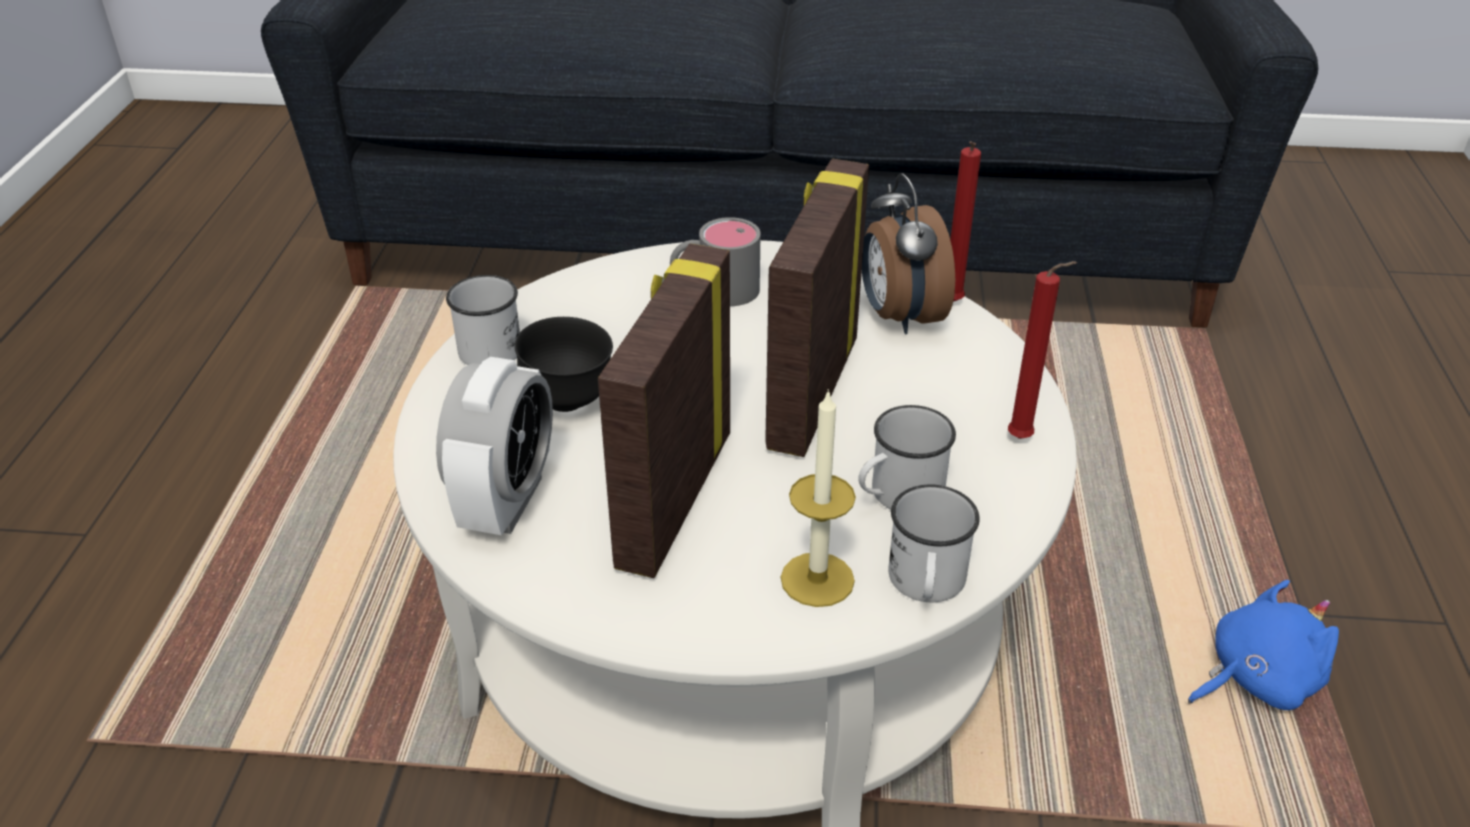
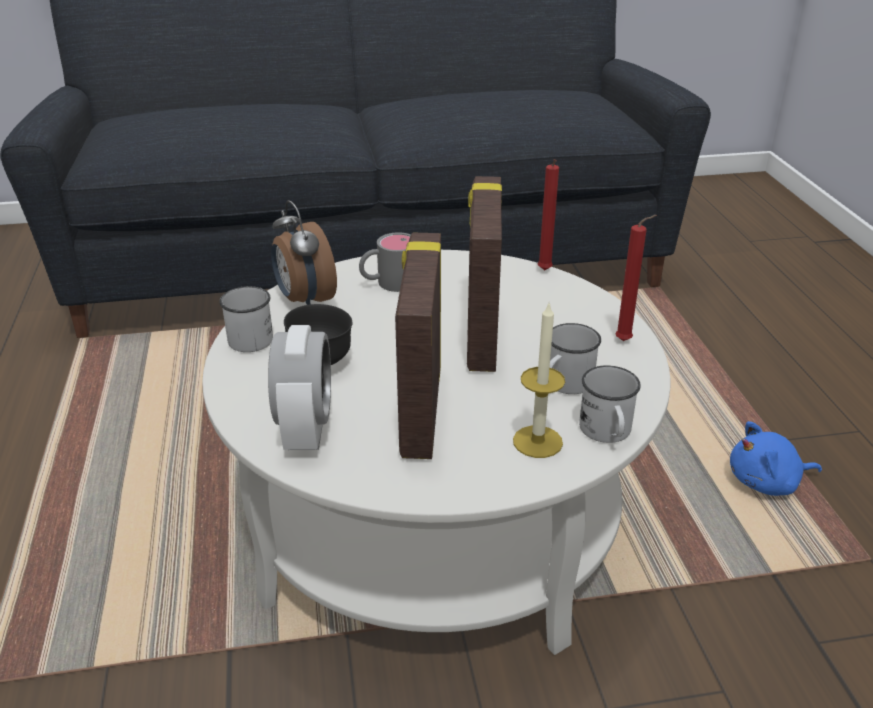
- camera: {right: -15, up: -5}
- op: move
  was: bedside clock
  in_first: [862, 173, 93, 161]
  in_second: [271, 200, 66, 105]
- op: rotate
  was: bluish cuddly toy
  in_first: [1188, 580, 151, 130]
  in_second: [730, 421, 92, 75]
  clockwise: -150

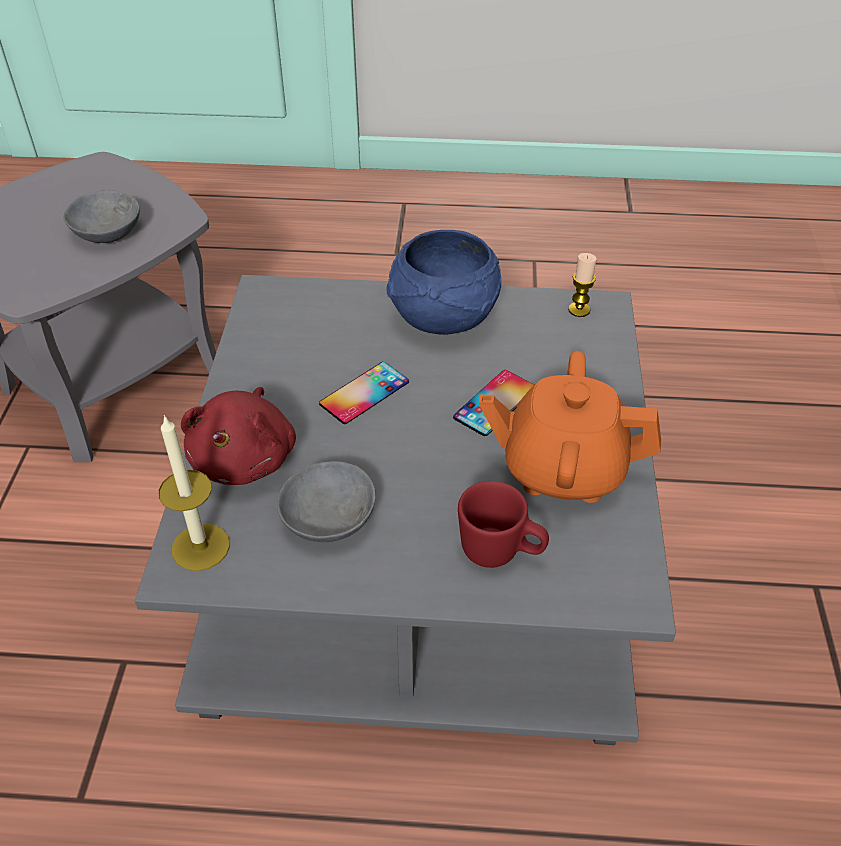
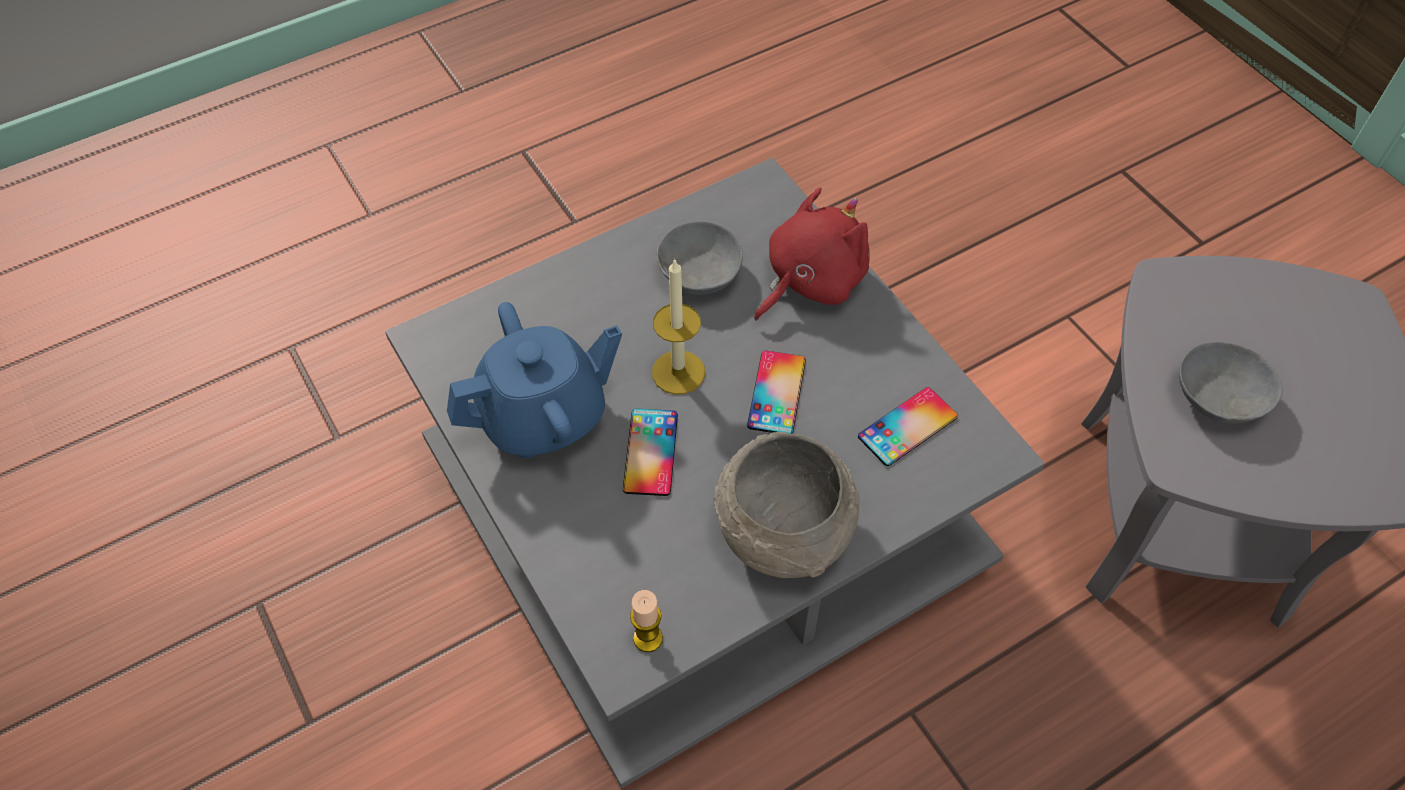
- camera: {right: 145, up: 10}
- op: move
  was: candle
  in_first: [158, 415, 72, 156]
  in_second: [652, 258, 53, 137]
- op: rotate
  was: reddish cuddly toy
  in_first: [181, 387, 115, 98]
  in_second: [754, 188, 116, 133]
  clockwise: 75
- op: recolor
  was: bluish serving bowl
  now: gray serving bowl
  in_first: [386, 230, 115, 105]
  in_second: [713, 432, 147, 146]
- op: delete
  was: reddish coffee mug
  in_first: [458, 481, 91, 87]
- op: recolor
  was: orange pot for tea
  now: bluish pot for tea
  in_first: [479, 351, 182, 152]
  in_second: [447, 302, 175, 156]
- op: insert
  now: handset
  in_second: [858, 387, 100, 79]

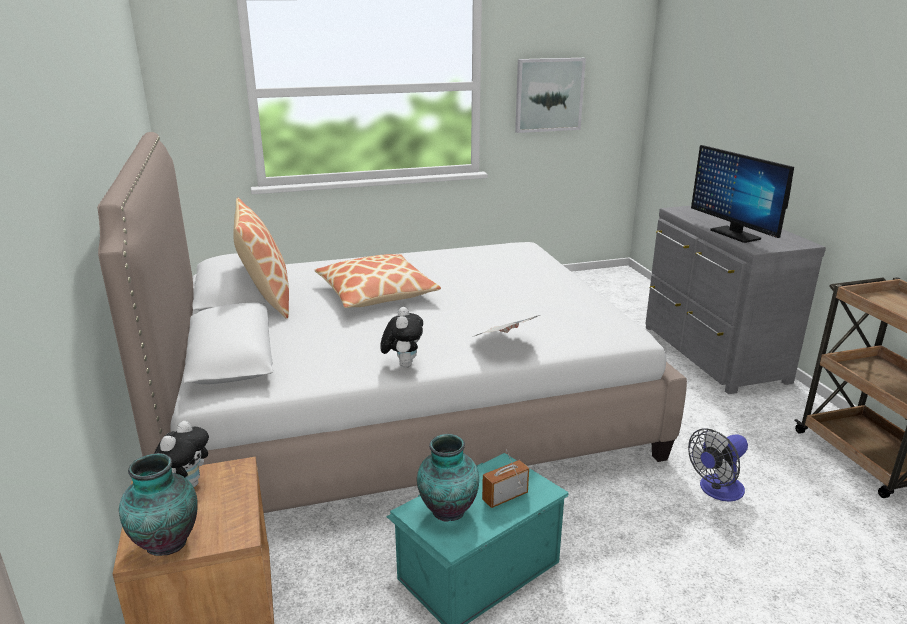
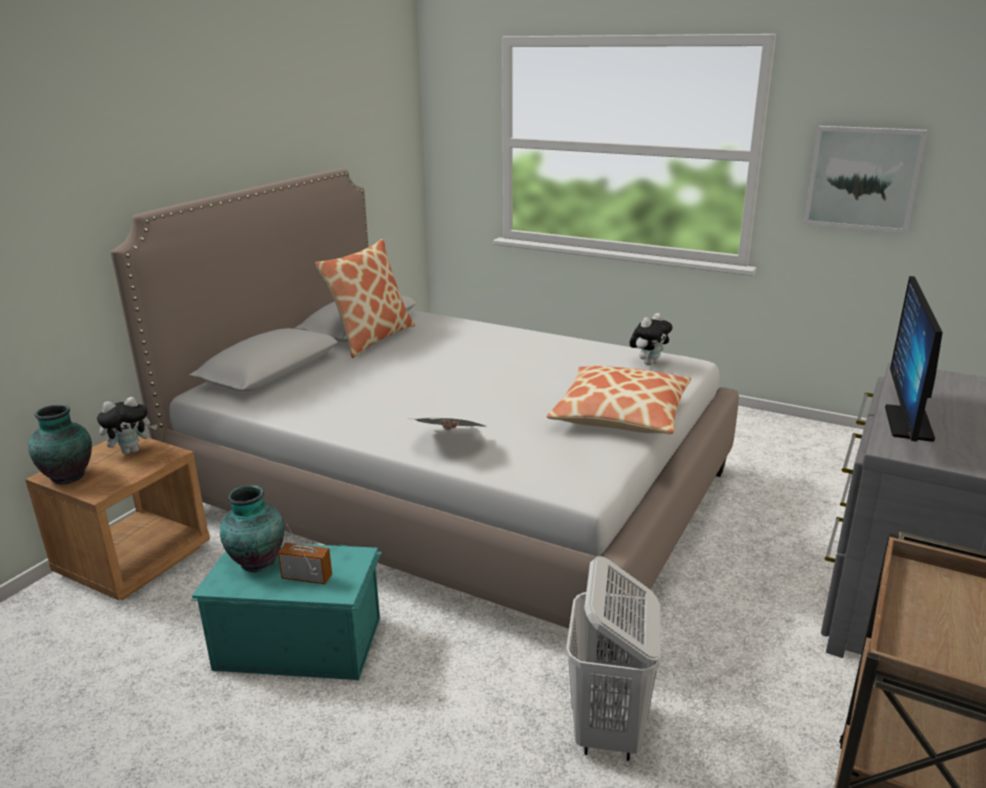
- camera: {right: 45, up: 0}
- op: move
  was: throw pillow
  in_first: [315, 254, 126, 54]
  in_second: [546, 366, 145, 68]
- op: move
  was: cuddly toy
  in_first: [380, 307, 43, 61]
  in_second: [629, 313, 44, 52]
- op: replace
  was: electric fan
  now: white-coloured hamper
  in_first: [688, 428, 60, 74]
  in_second: [566, 556, 94, 205]

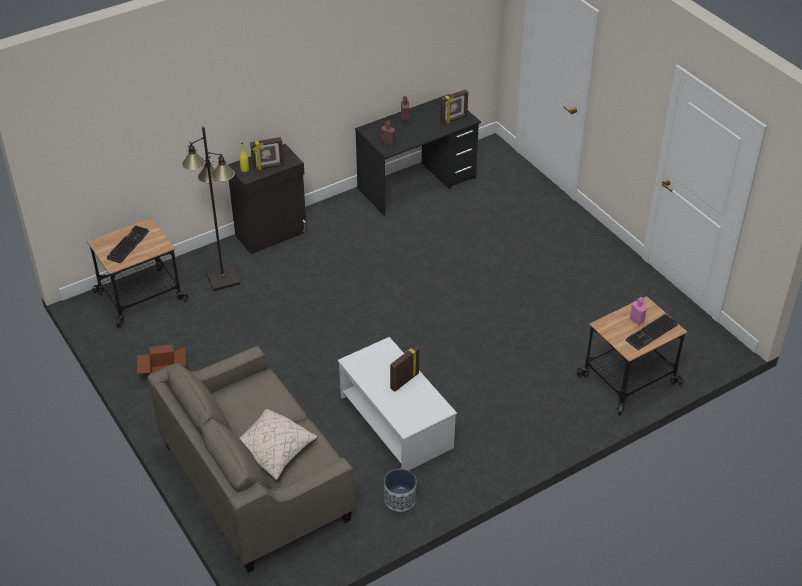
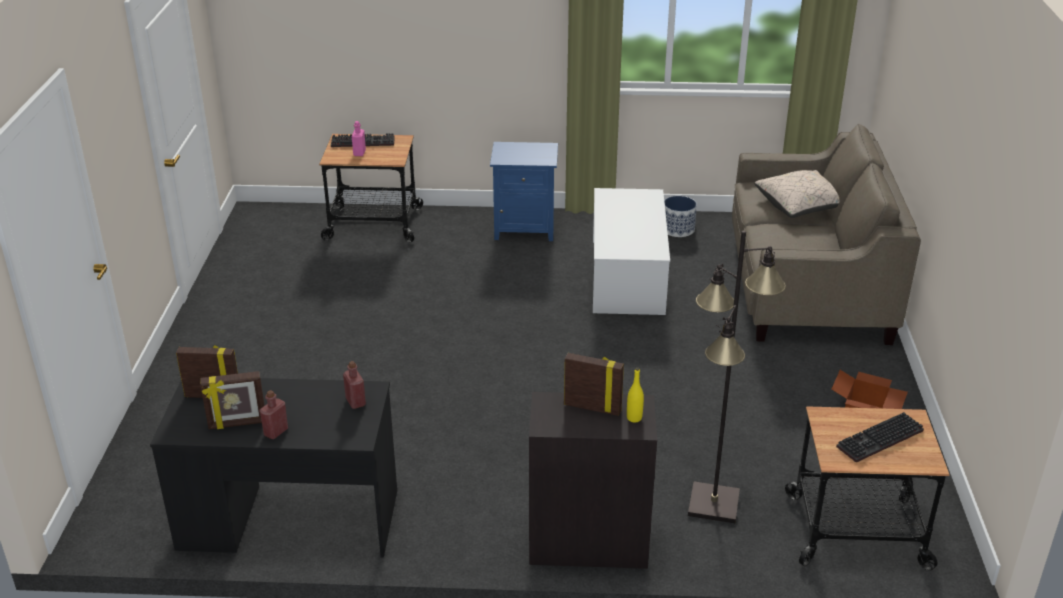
- camera: {right: -145, up: -10}
- op: move
  was: standing frame
  in_first: [390, 346, 29, 46]
  in_second: [200, 371, 65, 58]
- op: insert
  now: bluish bedside table
  in_second: [490, 142, 68, 99]

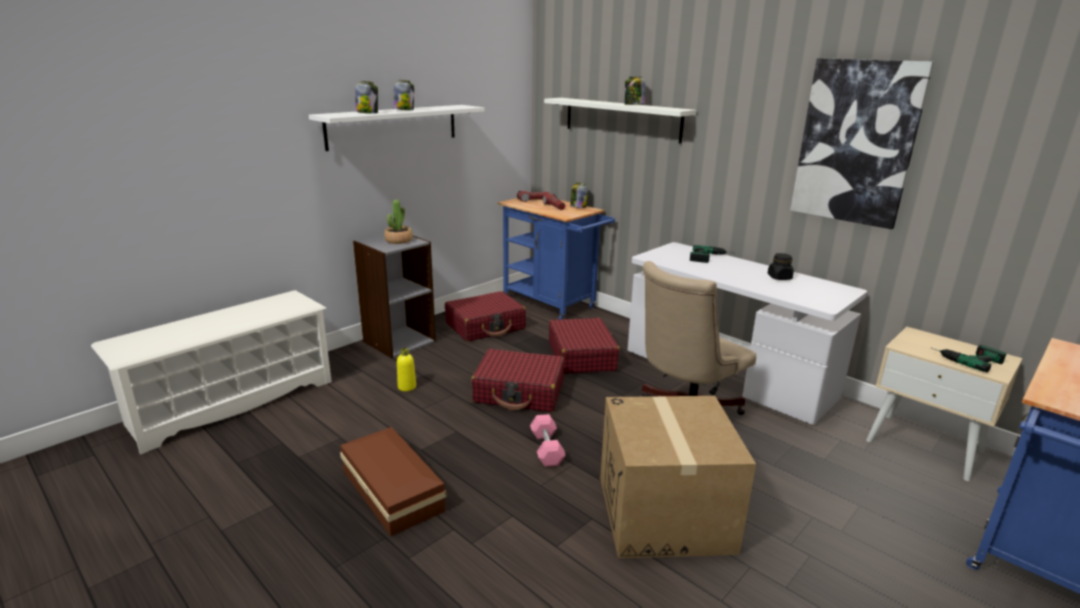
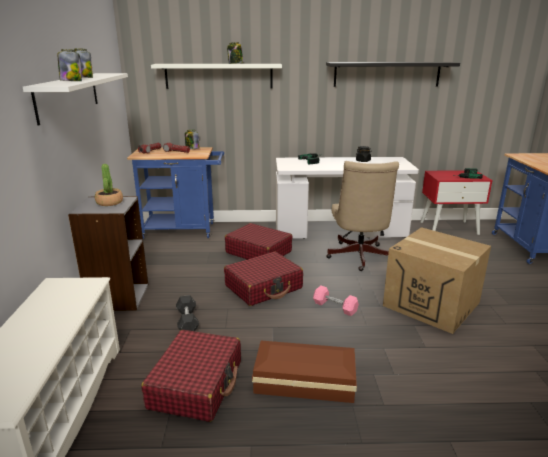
- camera: {right: -45, up: 0}
- op: replace
  was: yellowish drink bottle
  now: gray free weight
  in_first: [397, 348, 19, 43]
  in_second: [176, 295, 23, 36]
- op: move
  was: reddish travel case
  in_first: [445, 291, 81, 50]
  in_second: [141, 330, 100, 92]
- op: replace
  was: picture
  now: black-coloured shelf
  in_first: [790, 58, 144, 171]
  in_second: [326, 62, 134, 25]
- op: recolor
  was: sand-coloured bedside table
  now: reddish bedside table
  in_first: [866, 326, 157, 155]
  in_second: [421, 170, 72, 65]

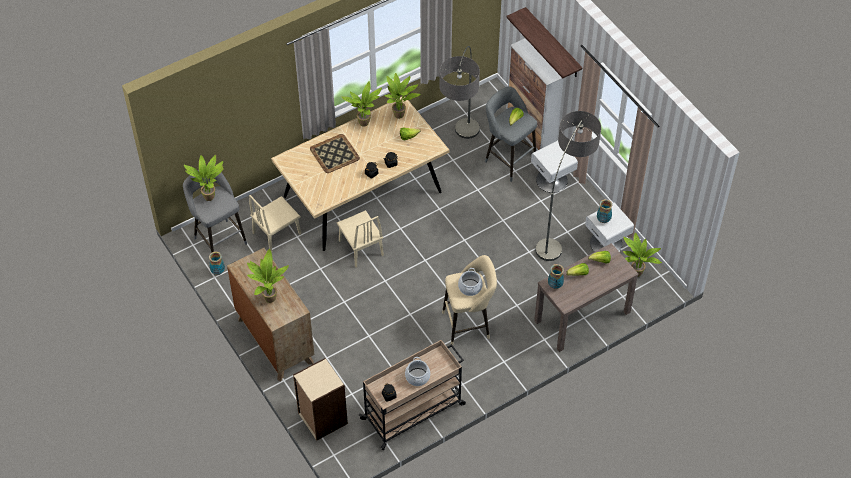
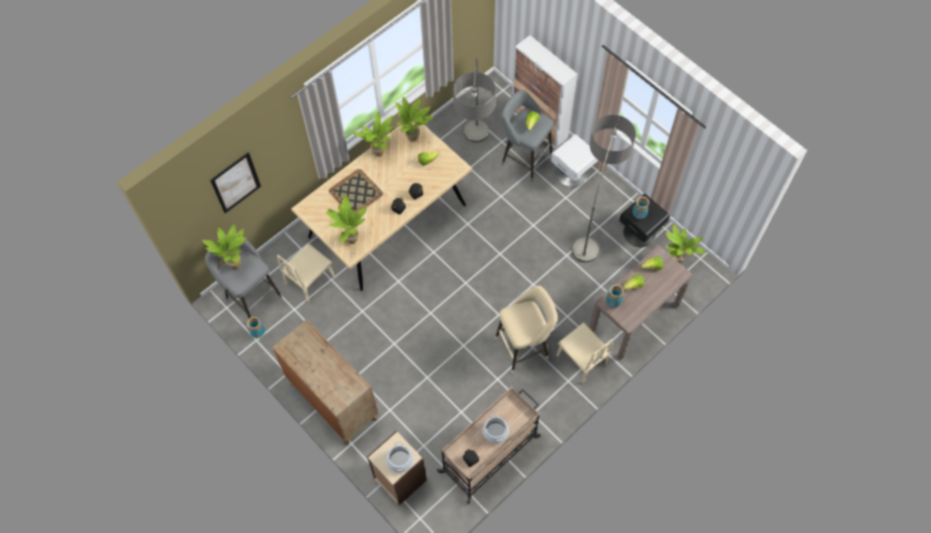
- camera: {right: -10, up: 10}
- op: move
  was: plant in a pot
  in_first: [247, 249, 42, 54]
  in_second: [326, 194, 41, 50]
- op: move
  was: sand-coloured upright chair
  in_first: [337, 210, 47, 57]
  in_second: [557, 322, 56, 62]
- op: move
  was: saucepot
  in_first: [458, 268, 25, 28]
  in_second: [386, 441, 27, 32]
- op: delete
  was: shelf
  in_first: [506, 7, 77, 71]
- op: recolor
  was: white-coloured bedside table
  now: black-coloured bedside table
  in_first: [585, 203, 49, 49]
  in_second: [619, 194, 51, 53]
- op: insert
  now: picture
  in_second: [210, 152, 51, 61]

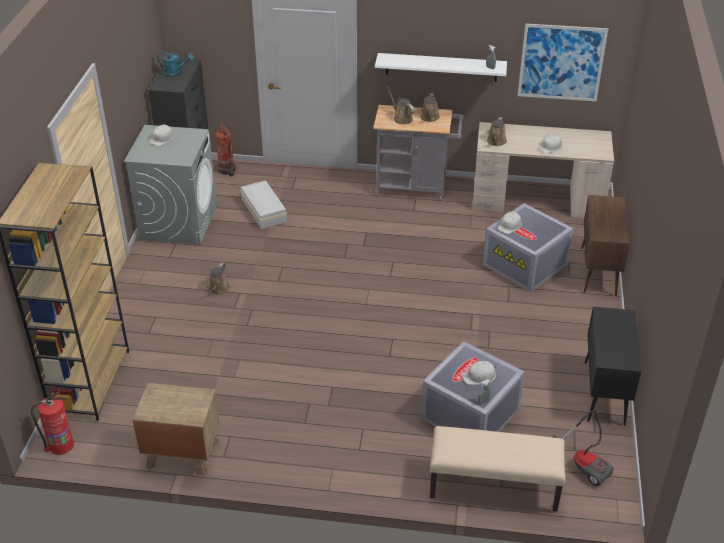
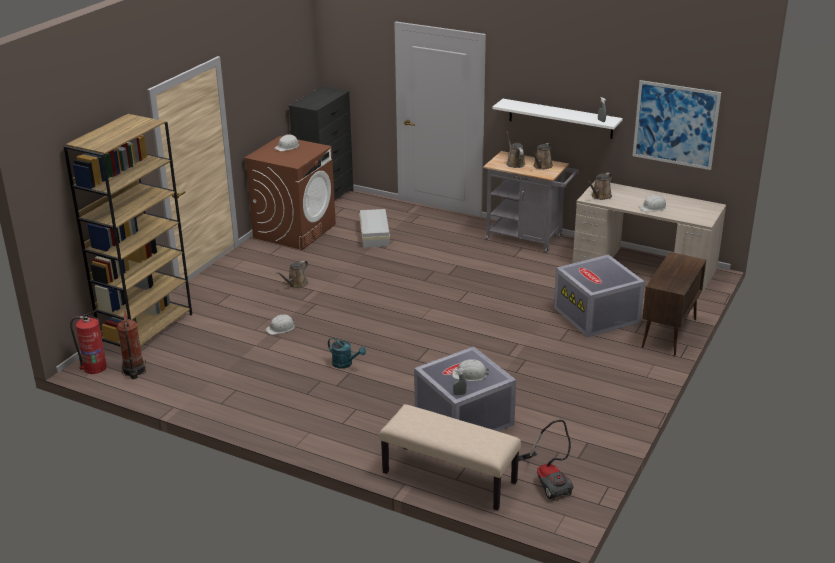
- camera: {right: 20, up: -10}
- op: recolor
  was: gray laundry machine
  now: brown-coloured laundry machine
  in_first: [124, 125, 93, 120]
  in_second: [244, 136, 92, 114]
- op: delete
  was: brown-coloured bedside table
  in_first: [132, 383, 88, 93]
- op: move
  was: blue-green watering pot
  in_first: [157, 51, 37, 26]
  in_second: [328, 337, 38, 32]
- op: move
  was: fire-fighting cylinder
  in_first: [215, 122, 23, 54]
  in_second: [117, 311, 29, 68]
- op: move
  was: white-coloured work helmet
  in_first: [498, 211, 24, 23]
  in_second: [265, 314, 30, 21]
- op: delete
  was: black-coloured cupboard
  in_first: [585, 307, 56, 118]

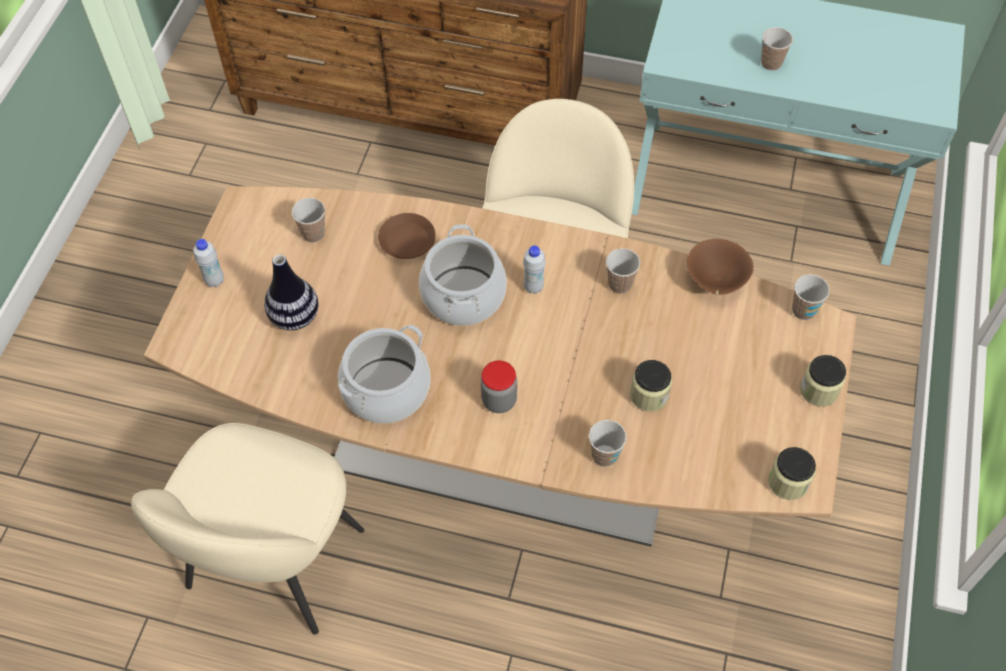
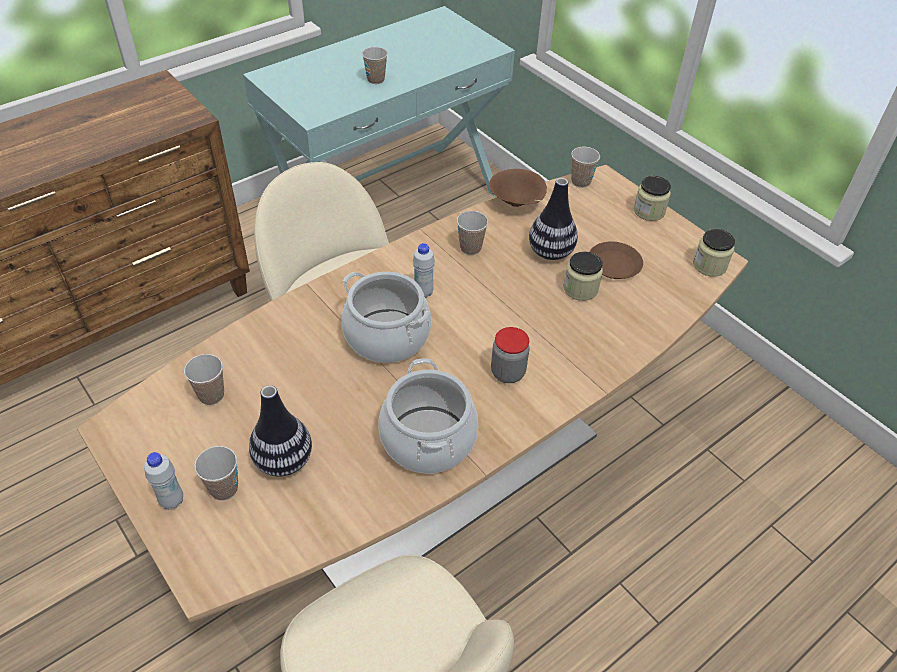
- camera: {right: -55, up: -10}
- op: move
  was: brown-coloured flat dish
  in_first: [378, 213, 57, 46]
  in_second: [590, 241, 53, 38]
- op: move
  was: small cup
  in_first: [589, 420, 37, 47]
  in_second: [194, 446, 44, 55]
- op: insert
  now: flower vase
  in_second: [529, 178, 49, 82]

